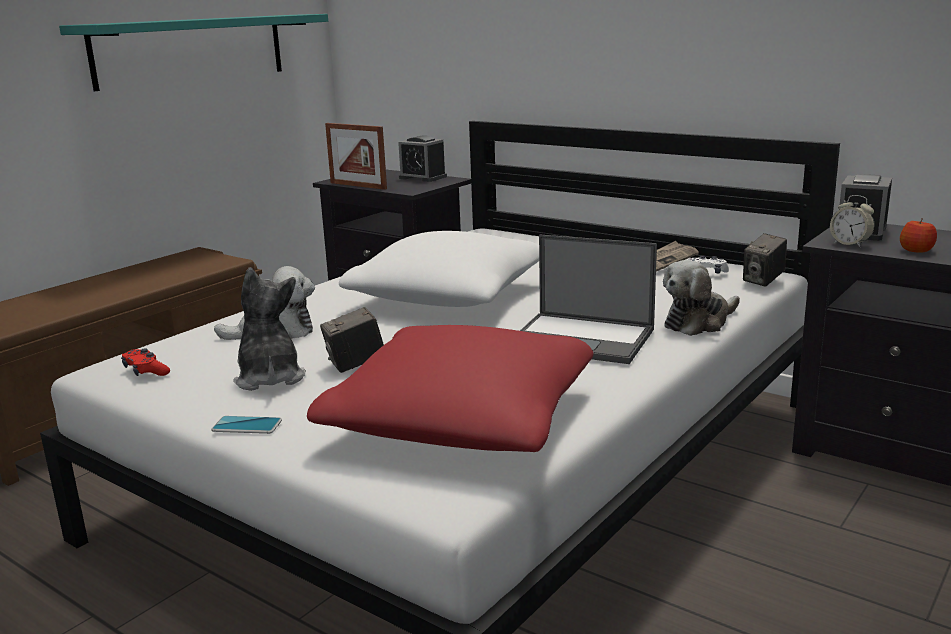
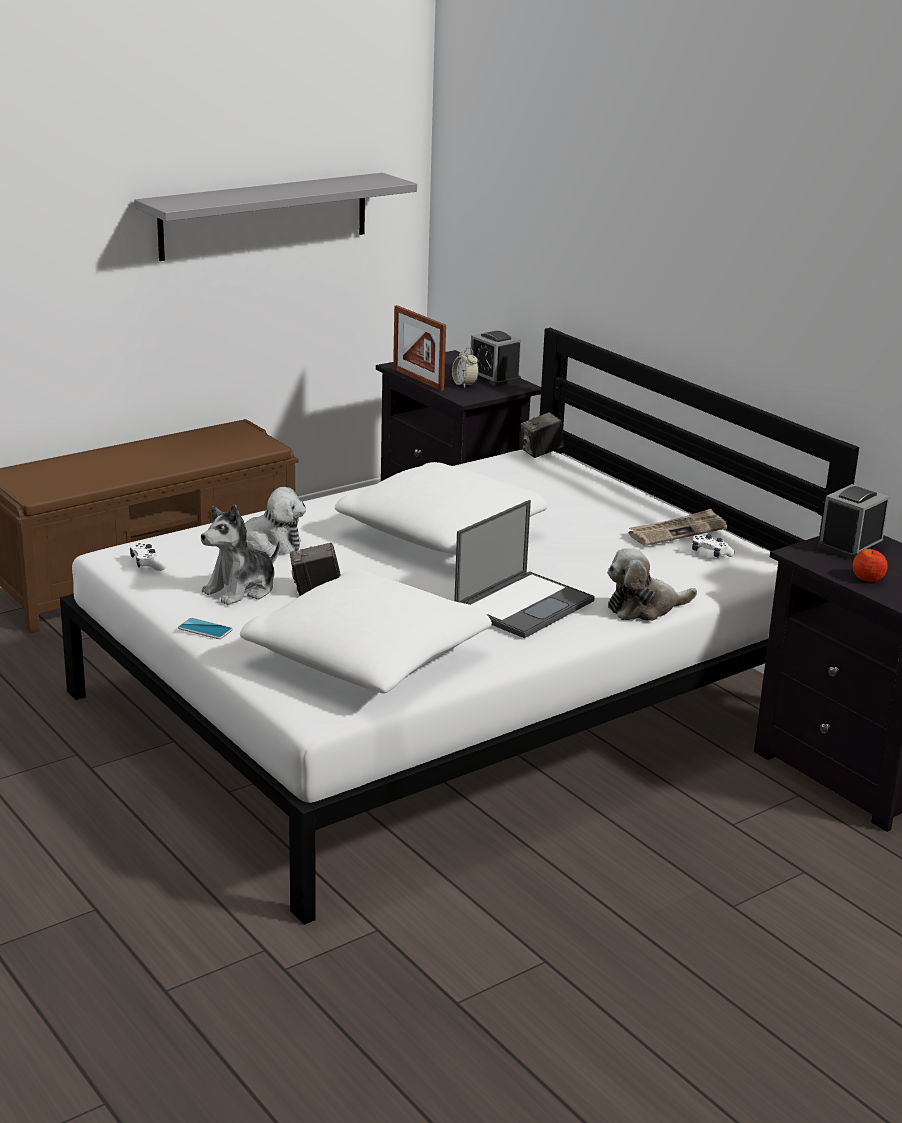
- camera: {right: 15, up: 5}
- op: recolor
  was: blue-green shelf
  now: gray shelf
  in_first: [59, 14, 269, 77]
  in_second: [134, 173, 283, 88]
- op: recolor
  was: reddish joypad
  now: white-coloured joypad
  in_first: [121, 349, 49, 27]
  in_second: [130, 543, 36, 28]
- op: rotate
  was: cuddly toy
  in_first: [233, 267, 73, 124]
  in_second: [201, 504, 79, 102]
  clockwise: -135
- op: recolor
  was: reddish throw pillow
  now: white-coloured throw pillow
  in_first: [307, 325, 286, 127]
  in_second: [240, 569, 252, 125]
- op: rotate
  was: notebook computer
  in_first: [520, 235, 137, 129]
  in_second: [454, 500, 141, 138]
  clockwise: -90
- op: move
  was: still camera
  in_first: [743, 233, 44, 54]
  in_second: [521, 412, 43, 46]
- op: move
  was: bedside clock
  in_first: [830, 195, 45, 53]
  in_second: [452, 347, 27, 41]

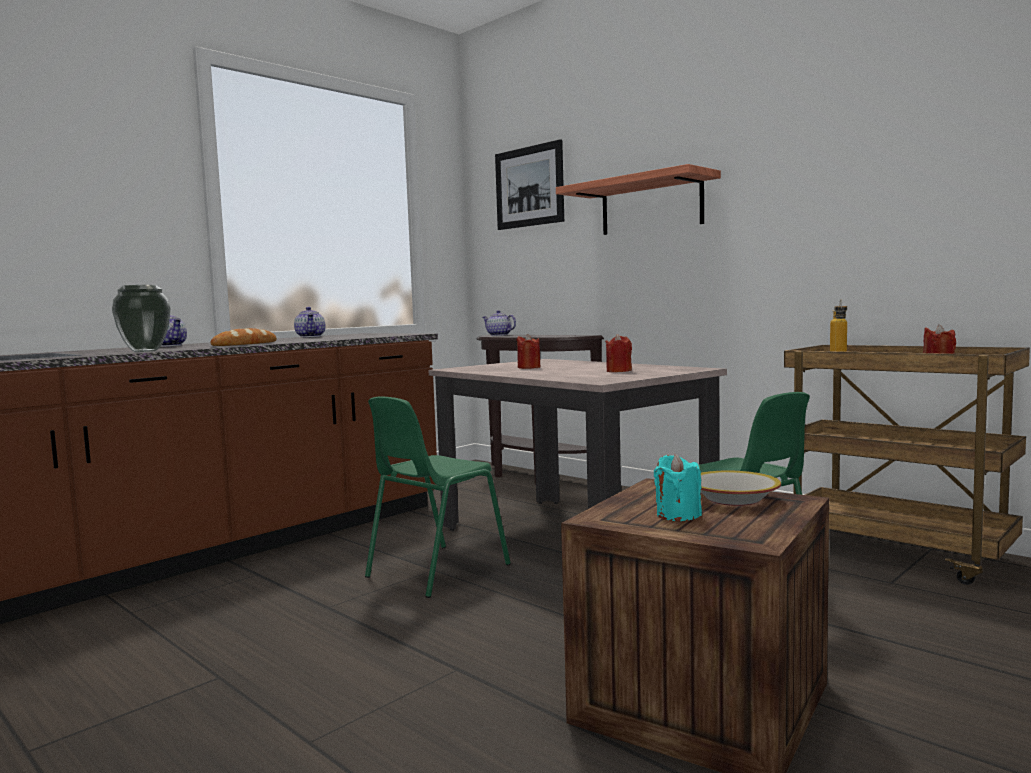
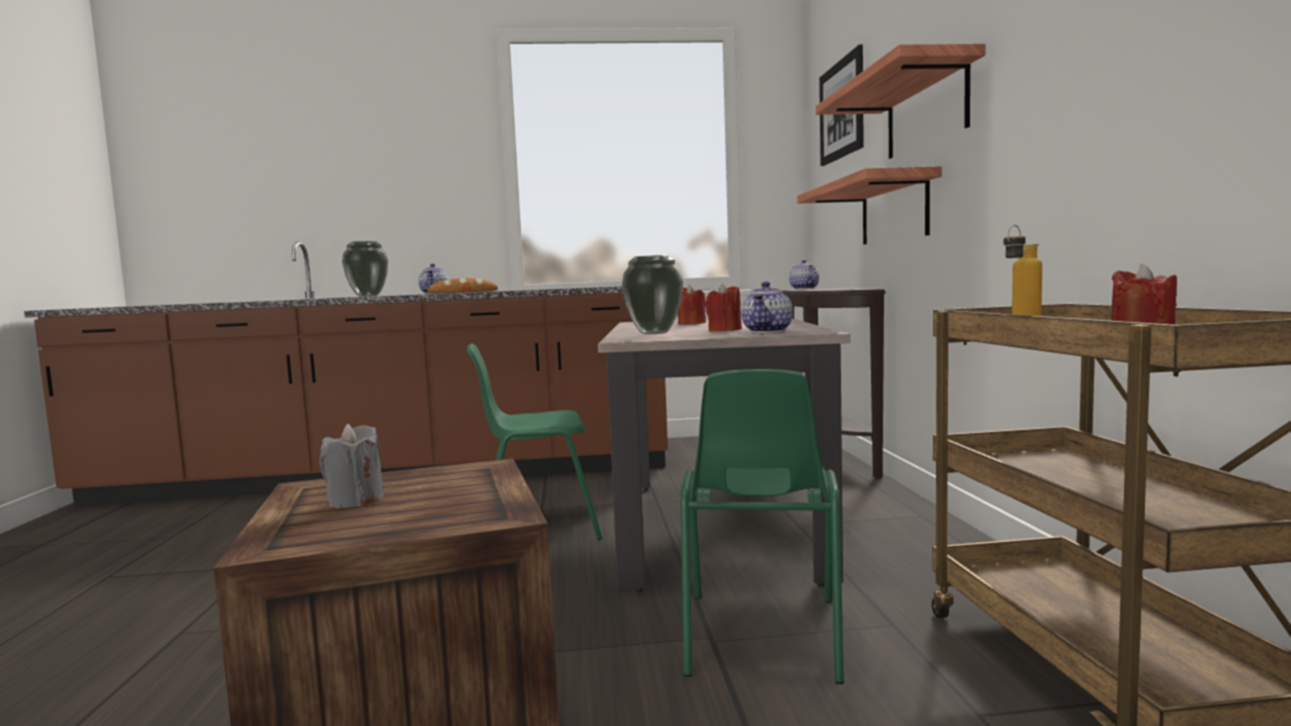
- camera: {right: 40, up: 0}
- op: move
  was: pot for tea
  in_first: [294, 307, 31, 30]
  in_second: [742, 282, 51, 51]
- op: recolor
  was: blue-green candle
  now: gray candle
  in_first: [654, 454, 48, 67]
  in_second: [319, 424, 65, 84]
- op: delete
  was: serving bowl
  in_first: [700, 470, 81, 36]
- op: insert
  now: flower vase
  in_second: [622, 255, 61, 79]
- op: insert
  now: shelf
  in_second: [797, 166, 145, 78]

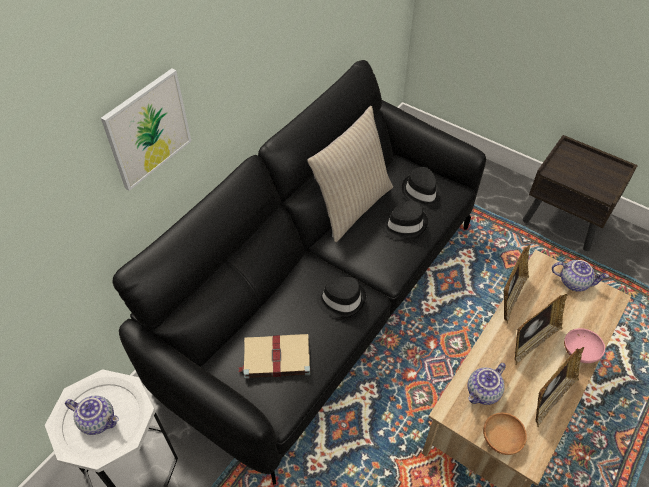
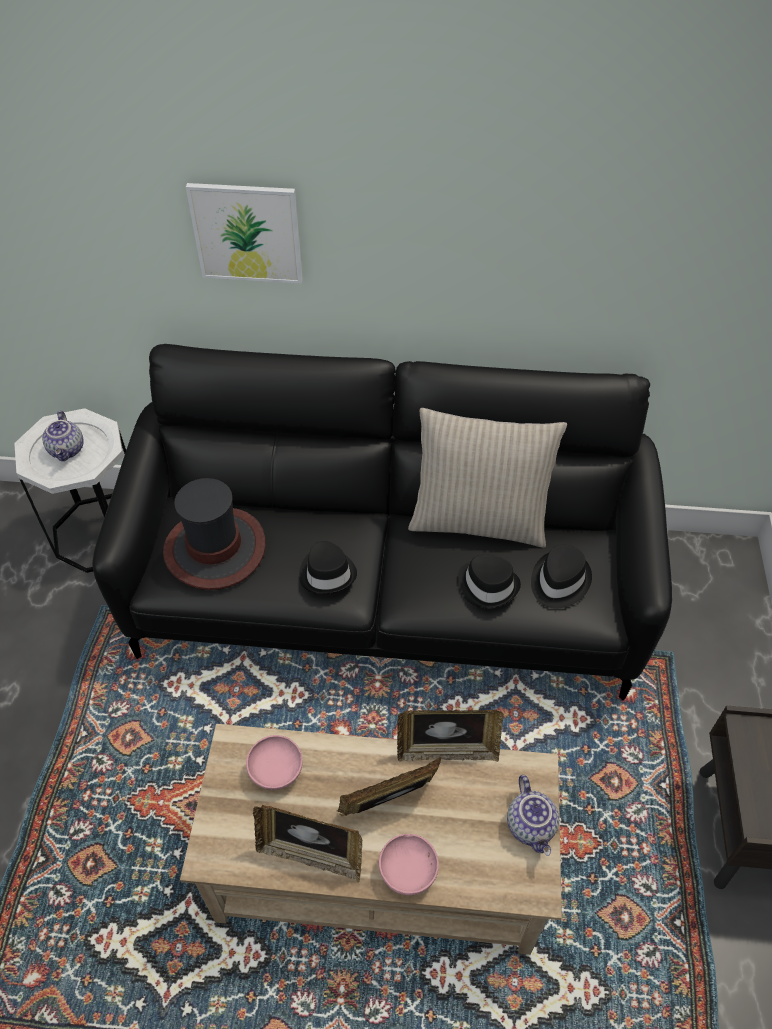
- camera: {right: 60, up: 0}
- op: replace
  was: sand-coloured volume
  now: clothing hat
  in_first: [238, 334, 72, 45]
  in_second: [163, 478, 103, 112]
- op: replace
  was: pot for tea
  now: pink-coloured serving bowl
  in_first: [468, 363, 38, 42]
  in_second: [246, 735, 57, 55]
- op: delete
  was: brown-coloured serving bowl
  in_first: [483, 413, 44, 42]
- op: rotate
  was: standing frame
  in_first: [515, 294, 52, 71]
  in_second: [336, 756, 106, 60]
  clockwise: 135

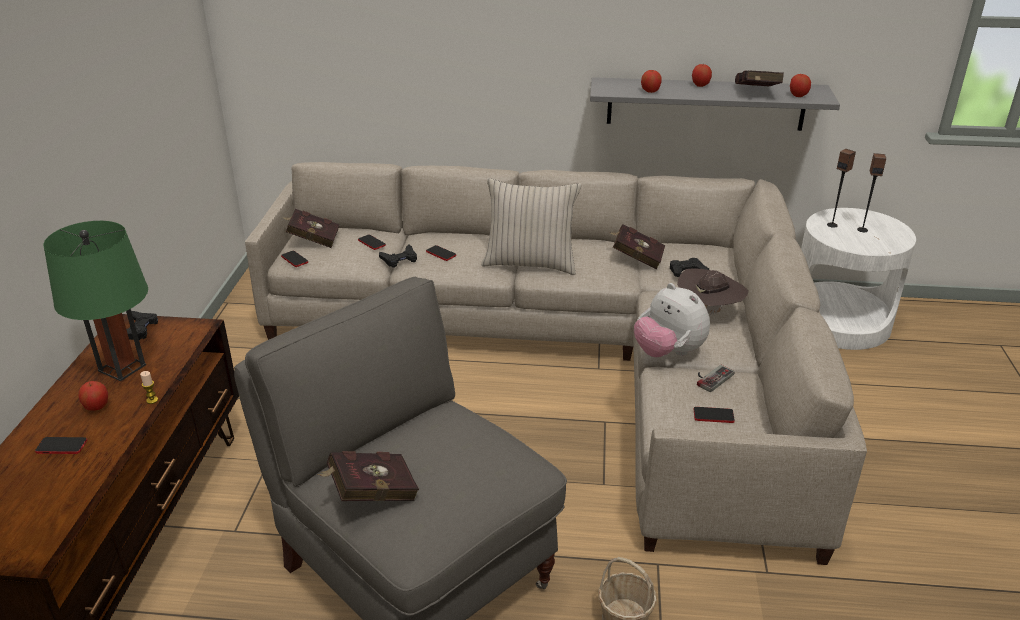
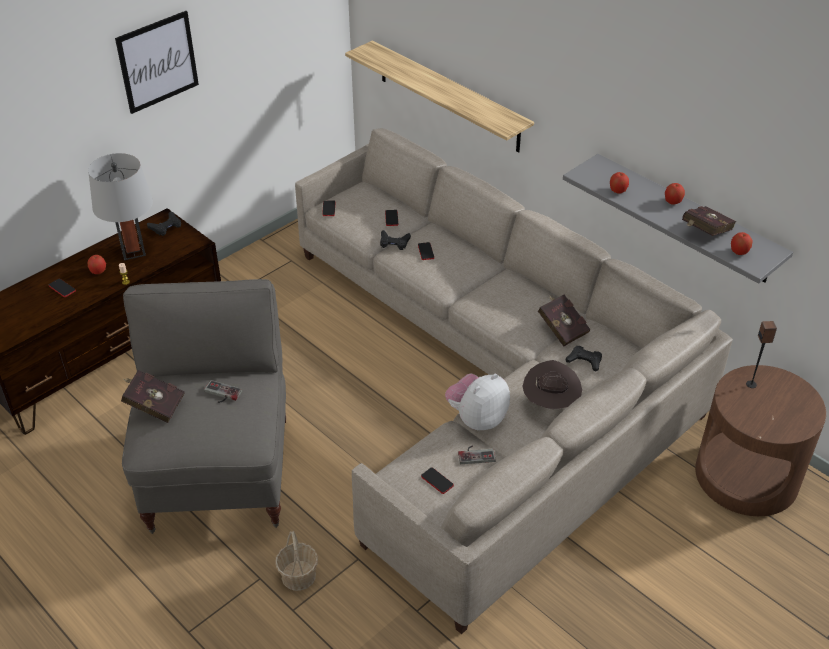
- camera: {right: 40, up: 10}
- op: recolor
  was: green-coloured lamp for a table
  now: gray lamp for a table
  in_first: [43, 221, 105, 160]
  in_second: [88, 153, 65, 107]
- op: delete
  was: reddish volume
  in_first: [282, 209, 58, 39]
- op: delete
  was: sand-coloured throw pillow
  in_first: [481, 178, 101, 97]
- op: rotate
  was: cuddly toy
  in_first: [634, 283, 76, 74]
  in_second: [445, 374, 65, 57]
  clockwise: 45
- op: recolor
  was: white-coloured end table
  now: brown-coloured end table
  in_first: [801, 208, 115, 142]
  in_second: [695, 365, 131, 151]
- op: delete
  was: loudspeaker
  in_first: [857, 153, 29, 79]
- op: insert
  now: picture
  in_second: [115, 11, 84, 103]
- op: insert
  now: joypad
  in_second: [204, 380, 38, 23]
- op: insert
  now: shelf
  in_second: [345, 41, 189, 112]

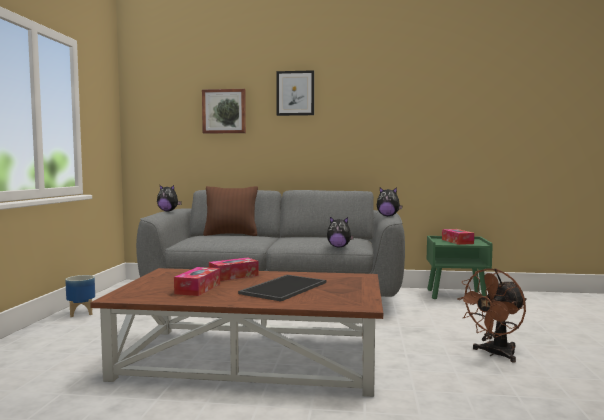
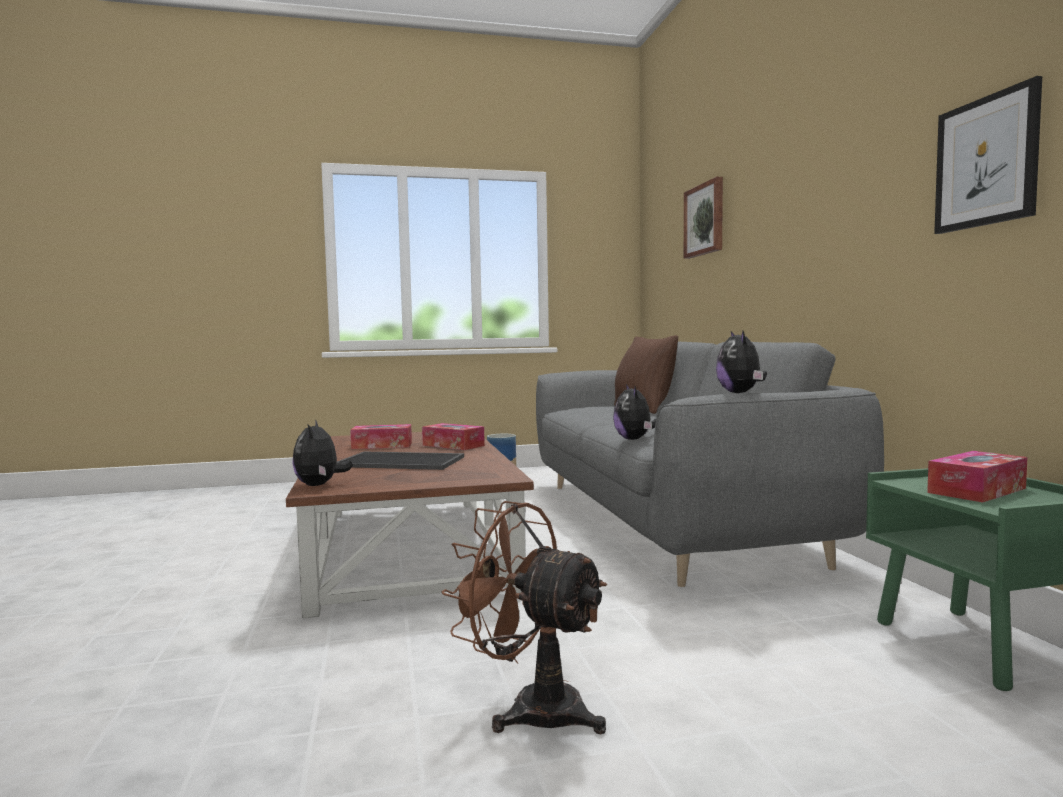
- camera: {right: 70, up: 0}
- op: move
  was: cuddly toy
  in_first: [157, 185, 25, 27]
  in_second: [292, 419, 61, 67]
- op: move
  was: picture
  in_first: [276, 70, 38, 46]
  in_second: [934, 76, 108, 158]

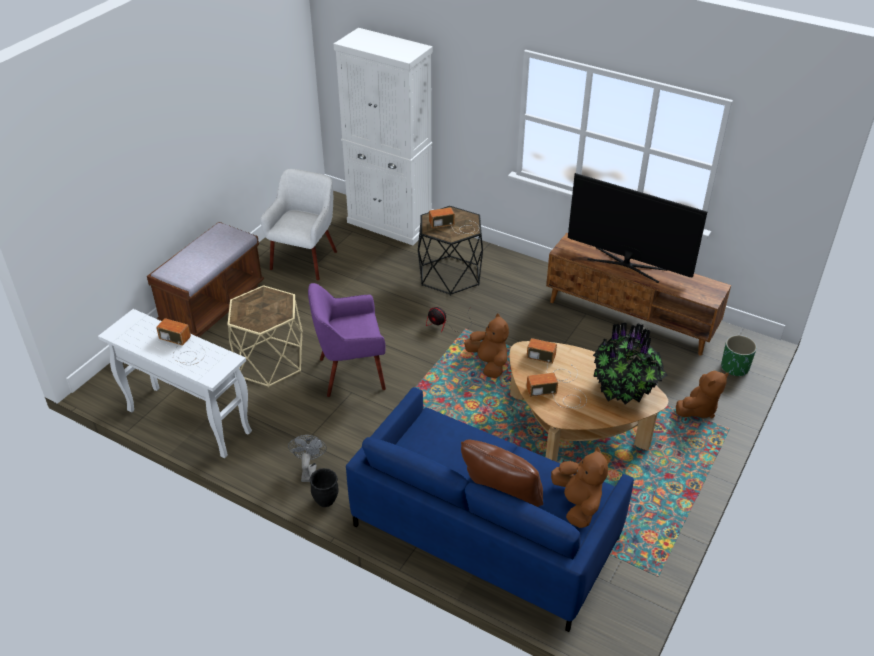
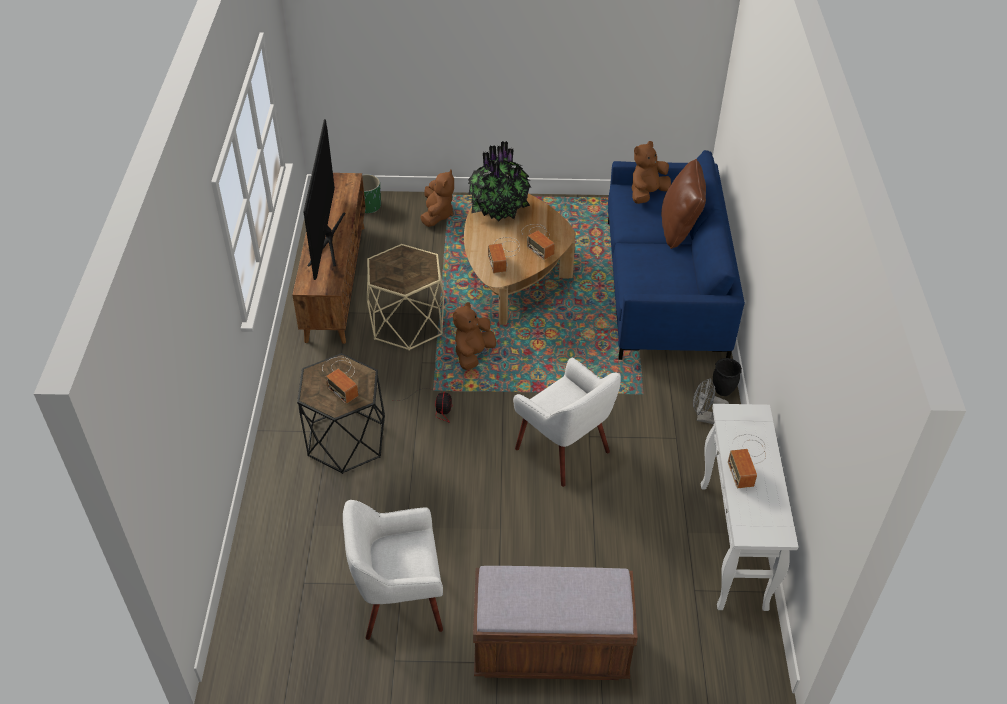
- camera: {right: -120, up: 5}
- op: move
  was: sand-coloured end table
  in_first: [227, 285, 76, 102]
  in_second: [367, 244, 77, 107]
- op: rotate
  was: gray electric fan
  in_first: [288, 435, 39, 47]
  in_second: [693, 378, 36, 46]
  clockwise: 45
- op: recolor
  was: purple easy chair
  now: white-coloured easy chair
  in_first: [308, 283, 78, 114]
  in_second: [513, 358, 108, 129]
- op: delete
  was: white-coloured cupboard
  in_first: [334, 28, 99, 217]
- op: rotate
  was: brown-coloured cuddly toy
  in_first: [676, 370, 53, 48]
  in_second: [420, 170, 34, 57]
  clockwise: 75

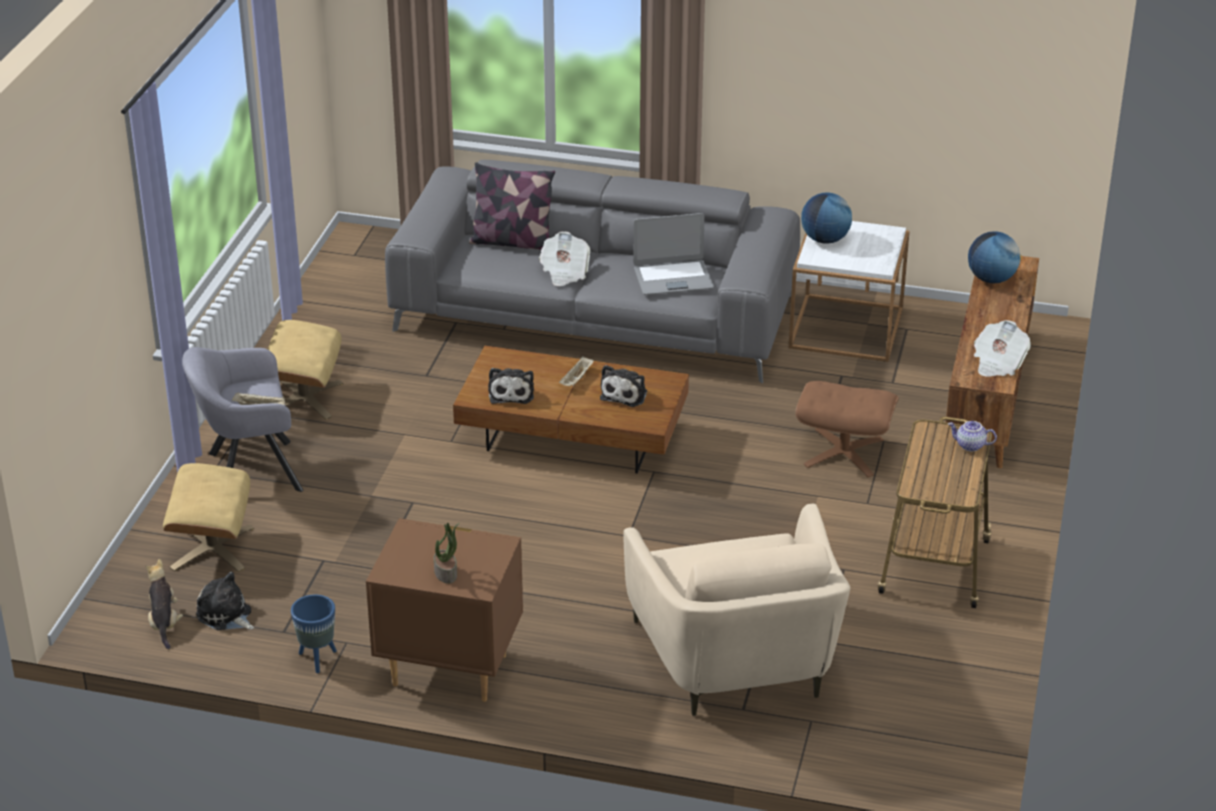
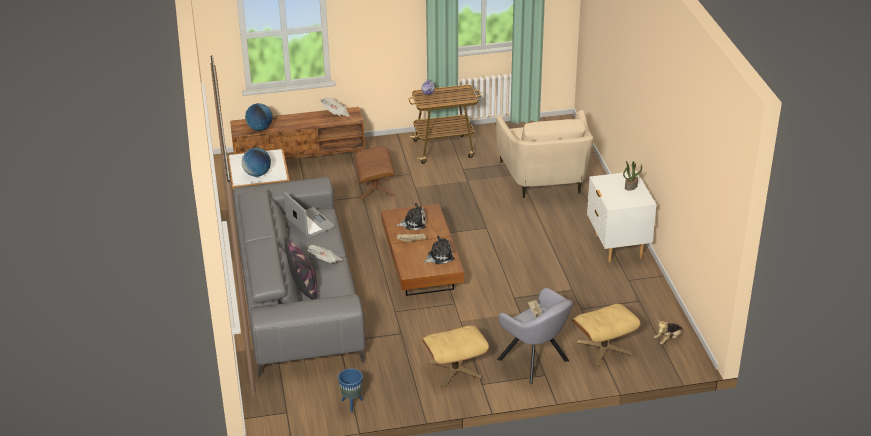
- camera: {right: -115, up: 0}
- op: delete
  was: cuddly toy
  in_first: [196, 572, 58, 58]
- op: move
  was: bluish planter
  in_first: [291, 594, 46, 79]
  in_second: [338, 368, 25, 44]
- op: recolor
  was: brown-coloured bedside table
  now: white-coloured bedside table
  in_first: [366, 518, 157, 184]
  in_second: [587, 171, 69, 91]
- op: rotate
  was: sand-coloured easy chair
  in_first: [623, 504, 227, 212]
  in_second: [496, 110, 98, 88]
  clockwise: 120

